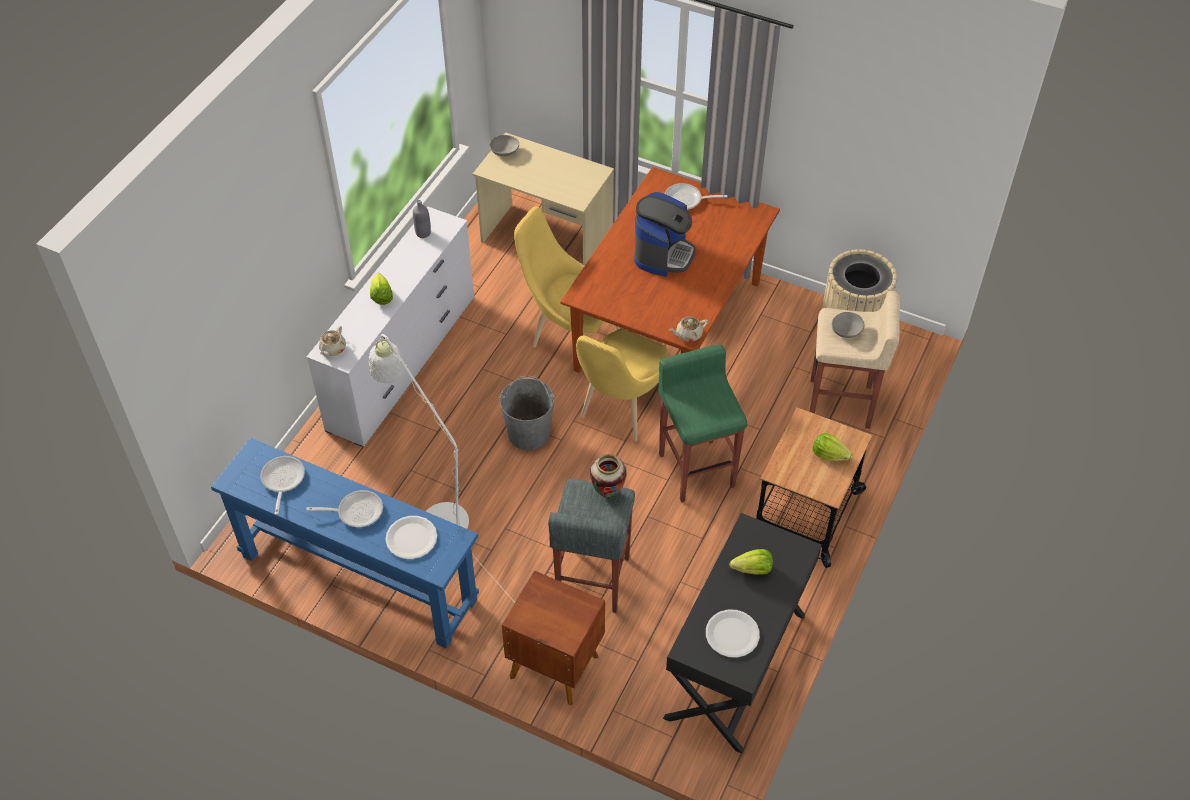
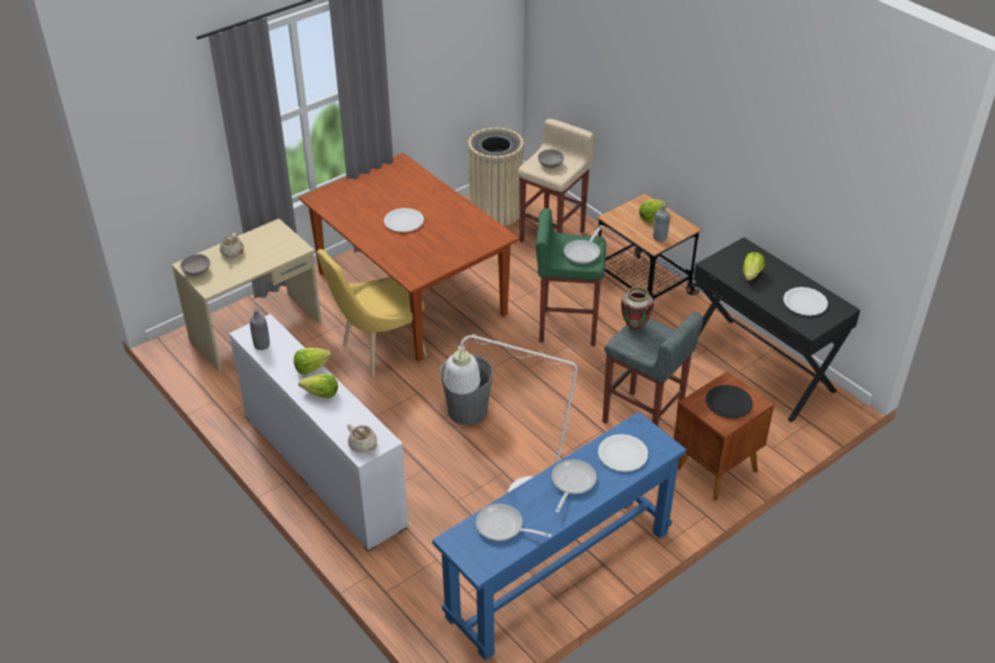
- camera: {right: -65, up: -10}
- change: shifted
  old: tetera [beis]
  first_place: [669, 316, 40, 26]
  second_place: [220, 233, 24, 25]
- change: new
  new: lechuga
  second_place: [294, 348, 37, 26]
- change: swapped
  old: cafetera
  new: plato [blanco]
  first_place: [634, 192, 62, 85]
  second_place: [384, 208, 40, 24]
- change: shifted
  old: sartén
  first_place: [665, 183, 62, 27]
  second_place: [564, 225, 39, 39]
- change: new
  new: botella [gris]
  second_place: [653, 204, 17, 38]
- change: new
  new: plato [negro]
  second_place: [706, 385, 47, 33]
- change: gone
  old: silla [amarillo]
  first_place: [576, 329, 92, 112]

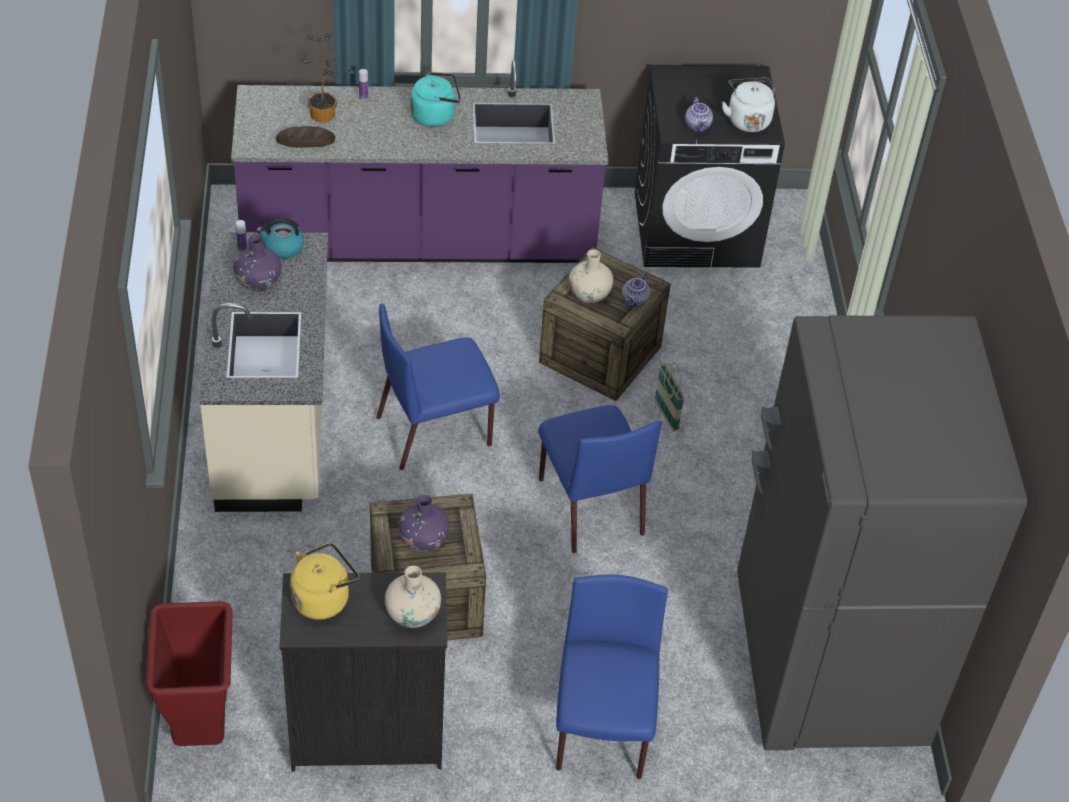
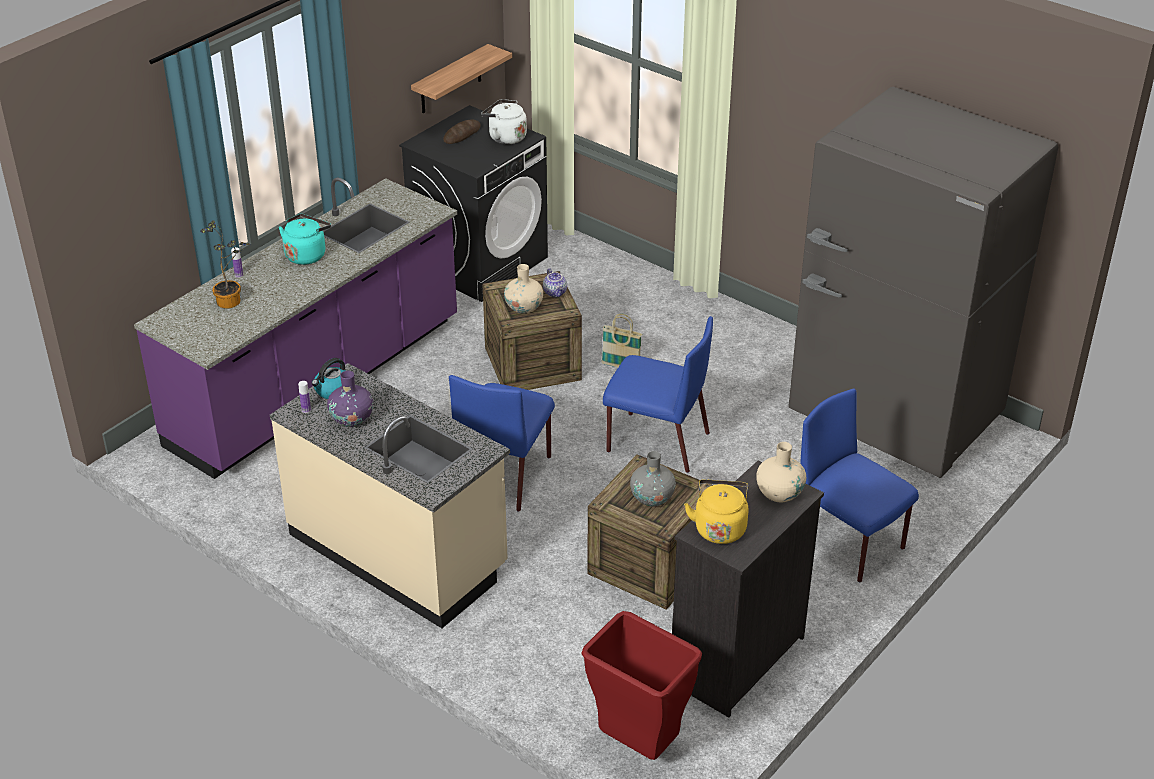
- camera: {right: -45, up: -10}
- change: new
  new: estante
  second_place: [411, 44, 101, 69]
- change: shifted
  old: pan
  first_place: [276, 126, 59, 21]
  second_place: [443, 120, 38, 24]
- change: repainted
  old: florero [morado]
  new: florero [gris]
  first_place: [399, 495, 50, 57]
  second_place: [630, 451, 46, 55]
- change: gone
  old: tetera
  first_place: [685, 97, 28, 35]

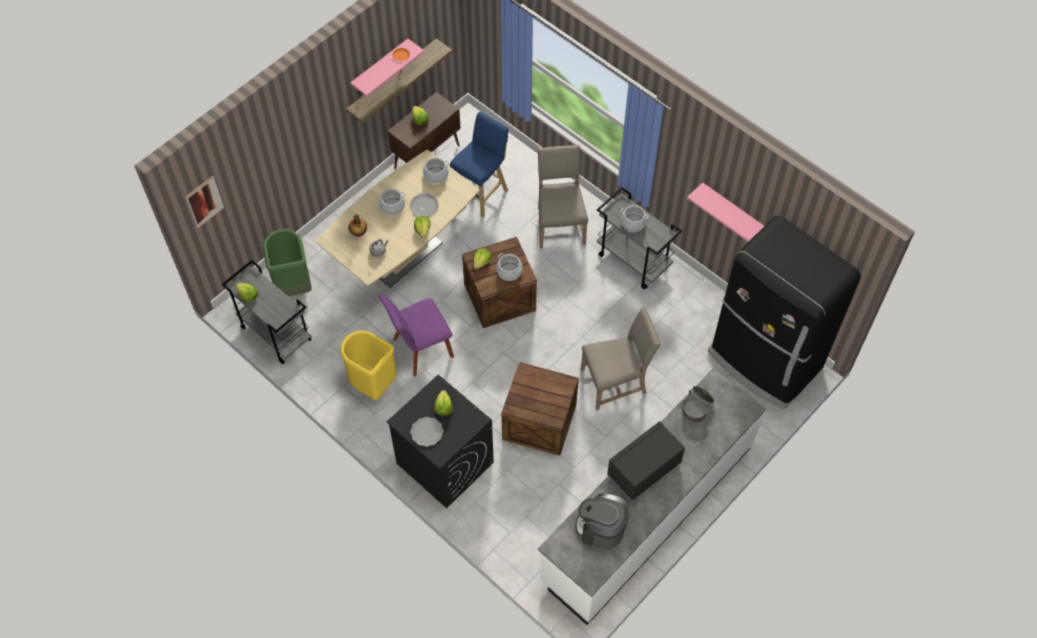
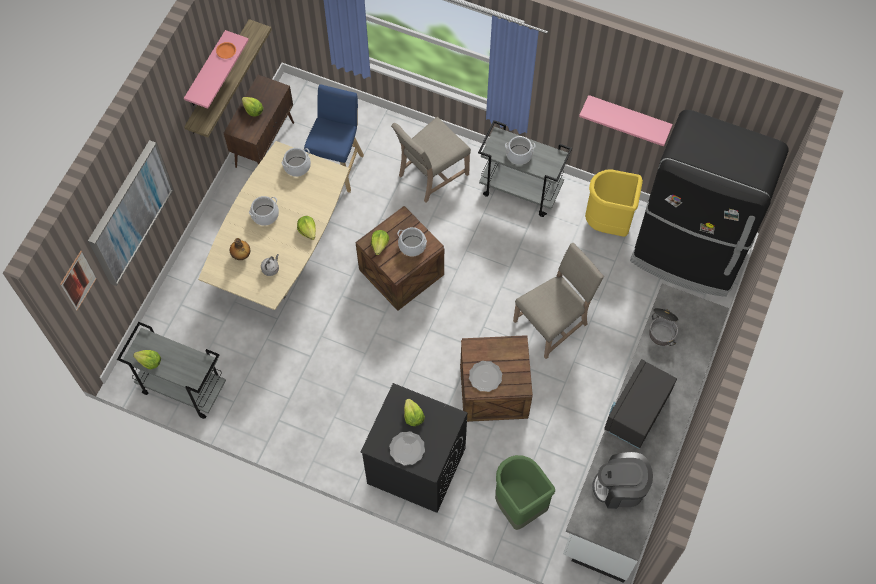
- camera: {right: -20, up: 5}
- change: new
  new: cuadro
  second_place: [88, 140, 85, 146]
- change: rotated
  old: silla [beis]
  first_place: [538, 145, 50, 104]
  second_place: [391, 117, 80, 86]
  degrees: -105
- change: shifted
  old: plato
  first_place: [410, 193, 29, 23]
  second_place: [469, 361, 33, 31]
- change: shifted
  old: papelera [verde]
  first_place: [263, 229, 49, 67]
  second_place: [495, 455, 60, 75]
- change: shifted
  old: papelera [amarillo]
  first_place: [340, 331, 57, 69]
  second_place: [585, 169, 58, 68]
- change: gone
  old: silla [morado]
  first_place: [379, 294, 75, 83]

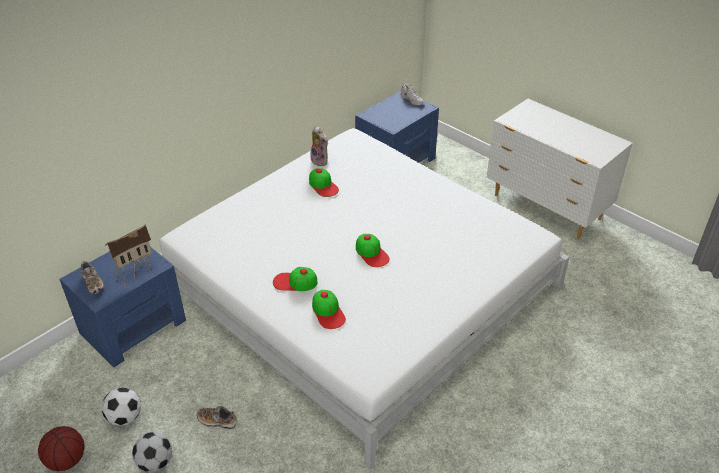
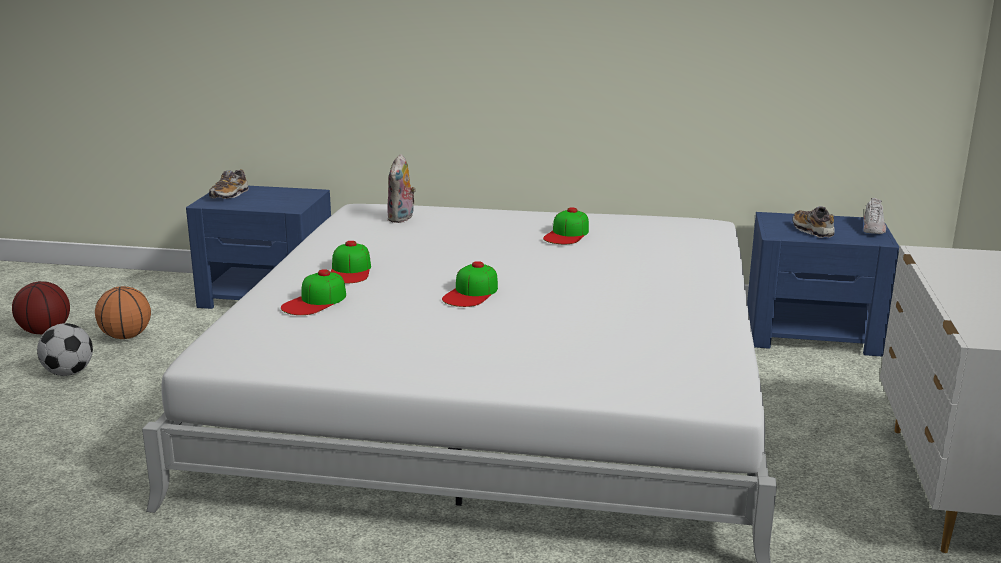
- camera: {right: 55, up: -20}
- change: swapped
  old: balón de fútbol
  new: balón de baloncesto
  first_place: [102, 387, 39, 39]
  second_place: [95, 286, 56, 53]
- change: rotated
  old: gorra
  first_place: [273, 267, 45, 24]
  second_place: [330, 241, 41, 43]
  degrees: -150
- change: shifted
  old: peluche
  first_place: [310, 126, 18, 40]
  second_place: [387, 154, 29, 69]
- change: shifted
  old: zapato
  first_place: [197, 406, 40, 24]
  second_place: [792, 206, 43, 32]
- change: gone
  old: casita
  first_place: [105, 224, 47, 63]

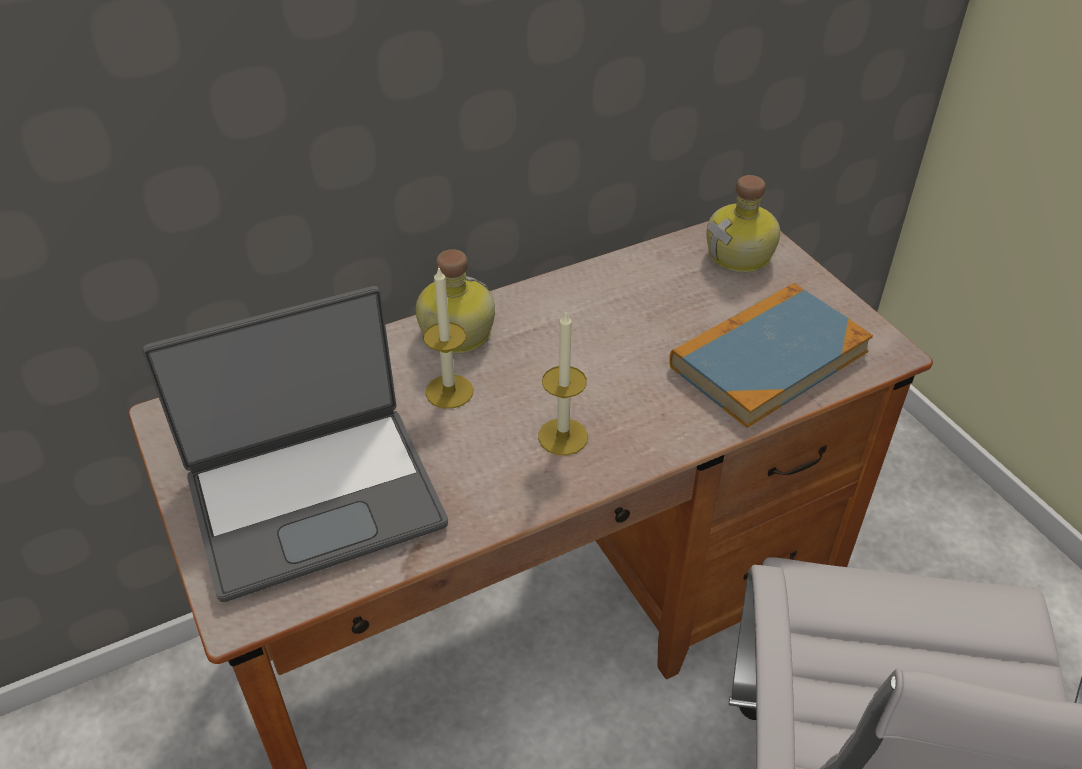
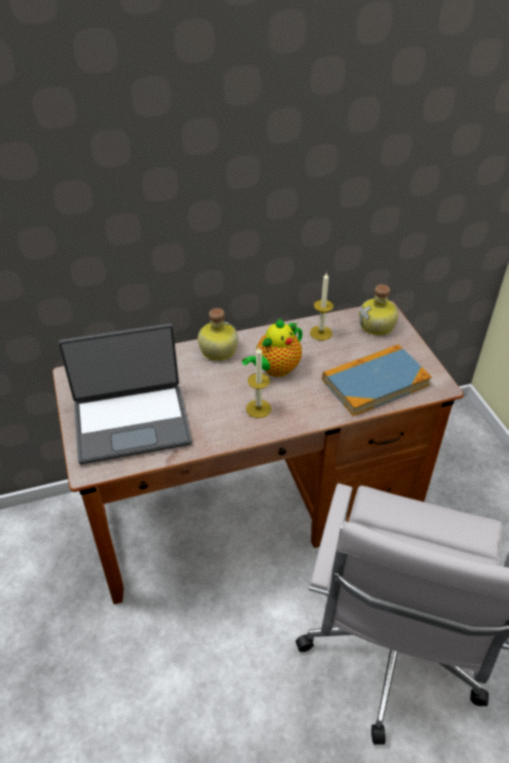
- camera: {right: 10, up: 0}
- change: new
  new: tetera
  second_place: [242, 319, 61, 58]
- change: shifted
  old: vela
  first_place: [423, 268, 51, 141]
  second_place: [310, 272, 24, 68]

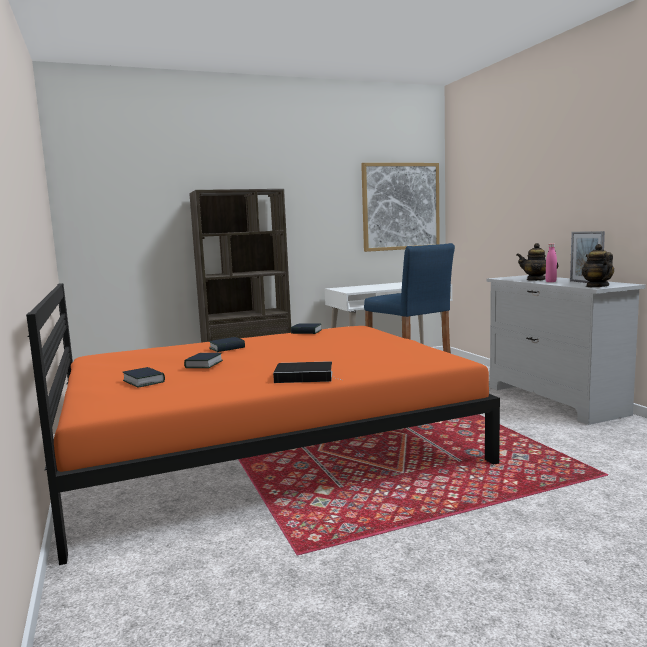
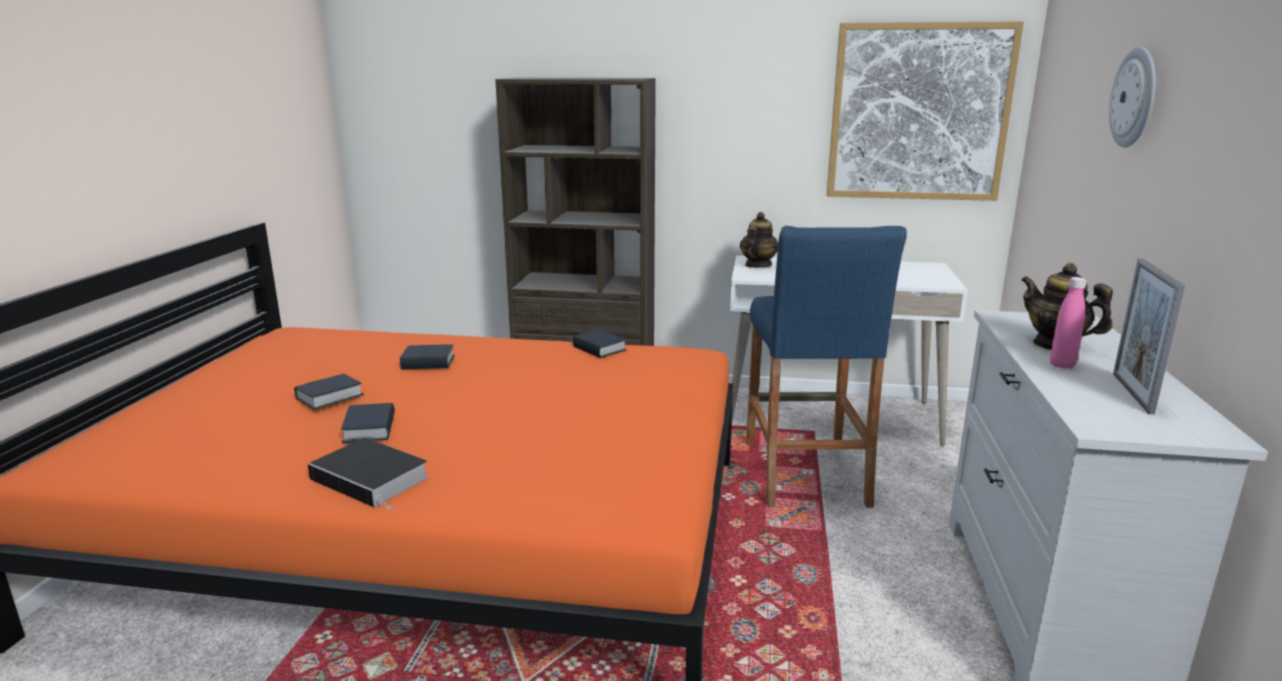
- camera: {right: 30, up: 10}
- change: shifted
  old: libro
  first_place: [123, 367, 42, 20]
  second_place: [341, 403, 54, 40]
- change: shifted
  old: tetera
  first_place: [582, 244, 32, 43]
  second_place: [740, 212, 38, 56]
- change: new
  new: reloj de pared
  second_place: [1109, 47, 46, 100]

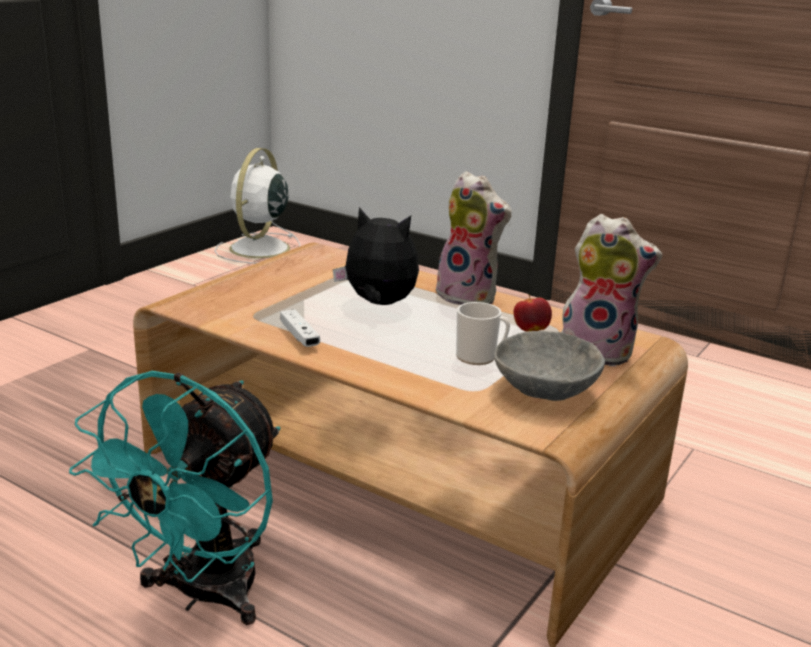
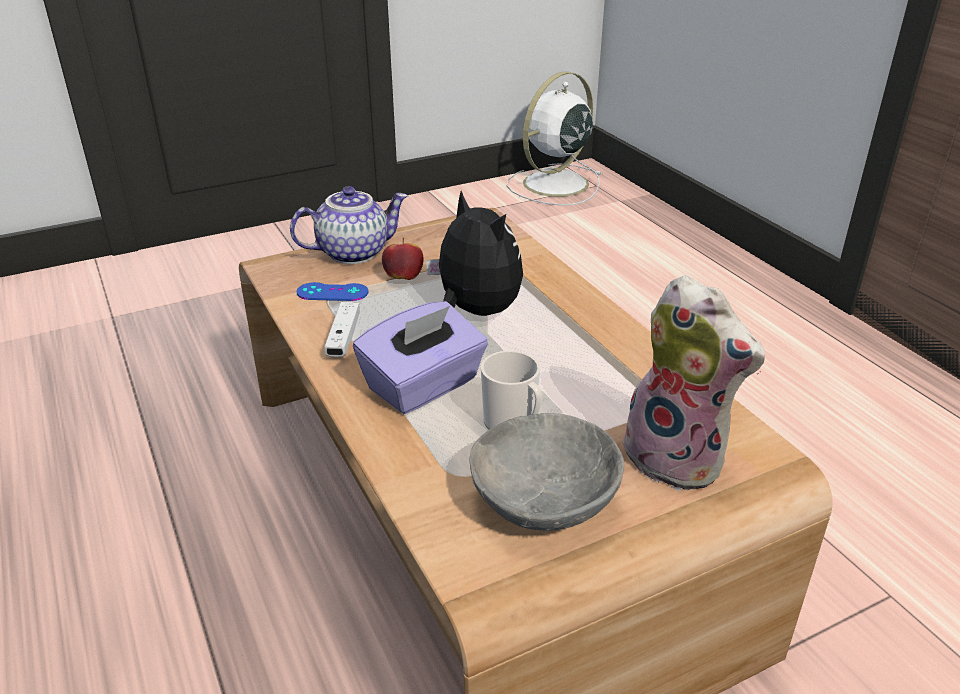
- camera: {right: 30, up: 10}
- change: new
  new: tetera
  second_place: [290, 186, 118, 78]
- change: new
  new: mando de consola [azul]
  second_place: [297, 282, 71, 19]
- change: new
  new: caja de pañuelos [morado]
  second_place: [353, 301, 135, 113]
- change: shifted
  old: manzana
  first_place: [513, 294, 39, 38]
  second_place: [382, 238, 42, 42]
- change: gone
  old: ventilador [turquesa]
  first_place: [69, 371, 211, 254]
- change: gone
  old: peluche
  first_place: [436, 171, 75, 134]

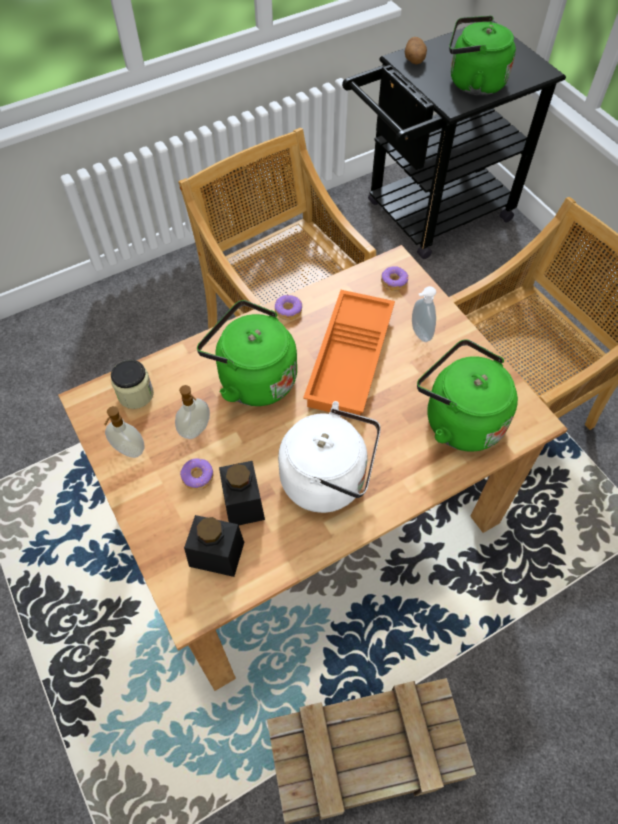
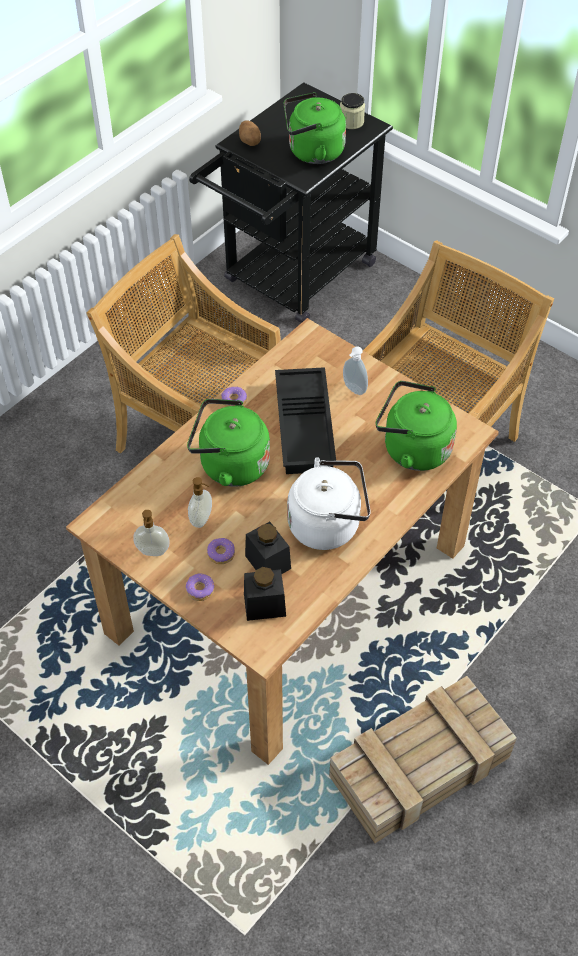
- camera: {right: -20, up: -5}
- change: shifted
  old: rosquilla
  first_place: [381, 266, 27, 25]
  second_place: [186, 573, 28, 28]
- change: repainted
  old: bandeja [naranja]
  new: bandeja [negro]
  first_place: [303, 290, 92, 126]
  second_place: [275, 367, 61, 107]
- change: shifted
  old: tarro
  first_place: [111, 360, 43, 49]
  second_place: [340, 93, 25, 36]

